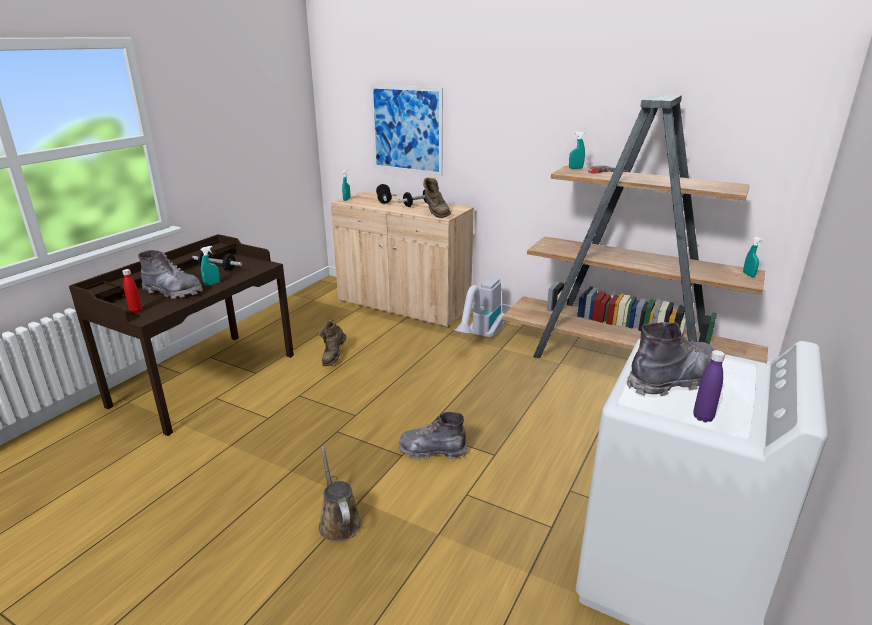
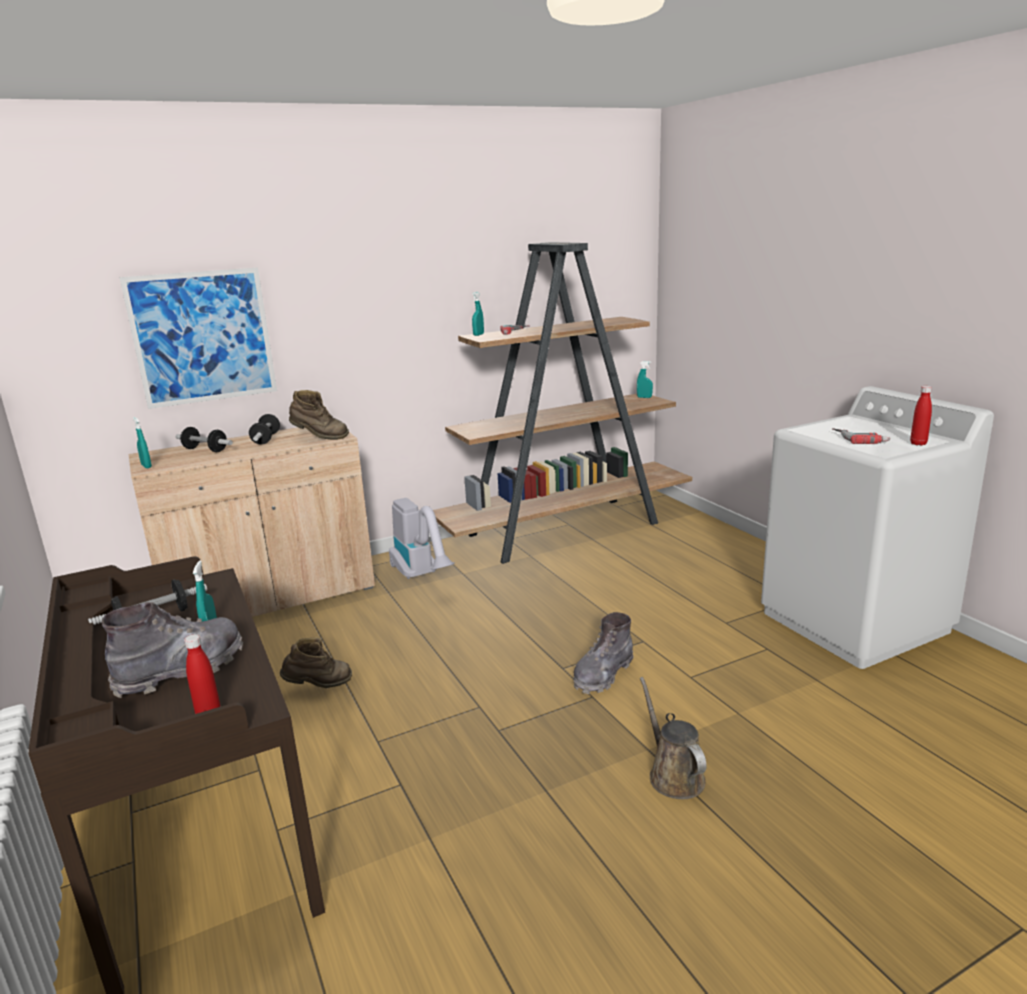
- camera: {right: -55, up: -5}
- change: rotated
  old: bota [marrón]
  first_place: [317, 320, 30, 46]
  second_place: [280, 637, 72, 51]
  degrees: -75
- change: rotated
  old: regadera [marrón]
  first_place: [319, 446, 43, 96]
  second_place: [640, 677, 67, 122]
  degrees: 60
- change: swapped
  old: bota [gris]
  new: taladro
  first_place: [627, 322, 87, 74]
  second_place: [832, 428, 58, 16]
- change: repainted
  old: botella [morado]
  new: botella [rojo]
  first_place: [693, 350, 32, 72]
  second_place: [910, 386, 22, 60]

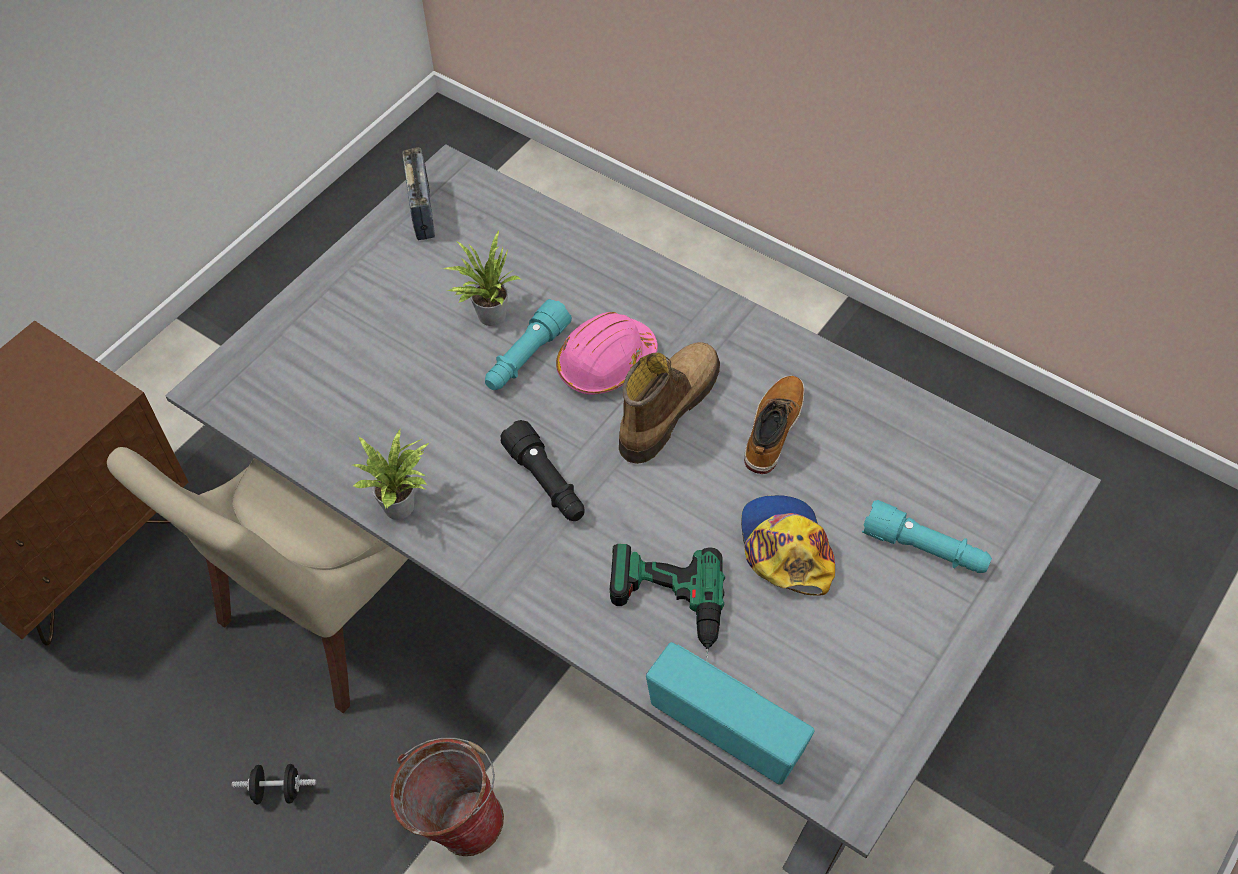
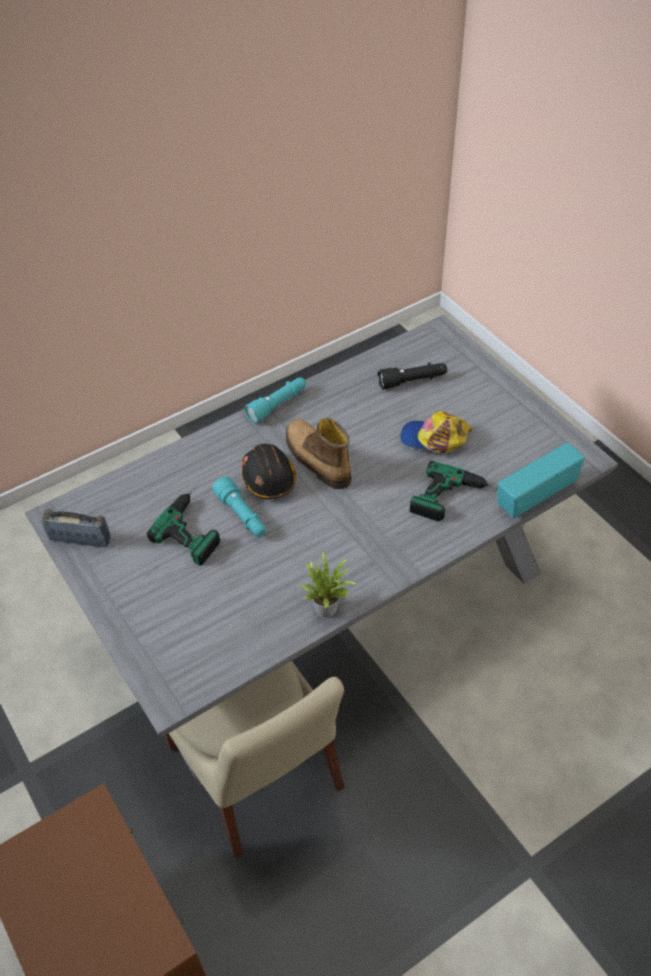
- camera: {right: -70, up: -5}
- change: swapped
  old: planta en maceta
  new: taladro
  first_place: [444, 229, 77, 97]
  second_place: [147, 486, 73, 80]
- change: repainted
  old: casco [rosa]
  new: casco [negro]
  first_place: [556, 312, 102, 83]
  second_place: [242, 444, 54, 55]
- change: shifted
  old: linterna [turquesa]
  first_place: [862, 500, 130, 73]
  second_place: [244, 378, 62, 45]
- change: shifted
  old: linterna [negro]
  first_place: [500, 420, 85, 101]
  second_place: [378, 362, 69, 27]
- change: gone
  old: mancuerna [negro]
  first_place: [232, 764, 84, 41]
- change: gone
  old: cubo
  first_place: [390, 738, 114, 118]
- change: gone
  old: bota
  first_place: [744, 376, 60, 98]

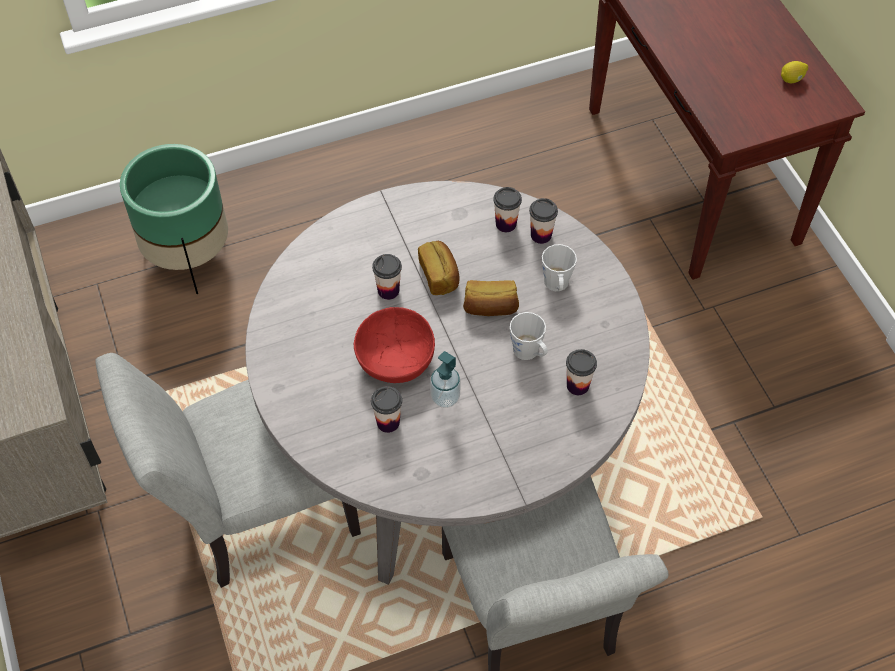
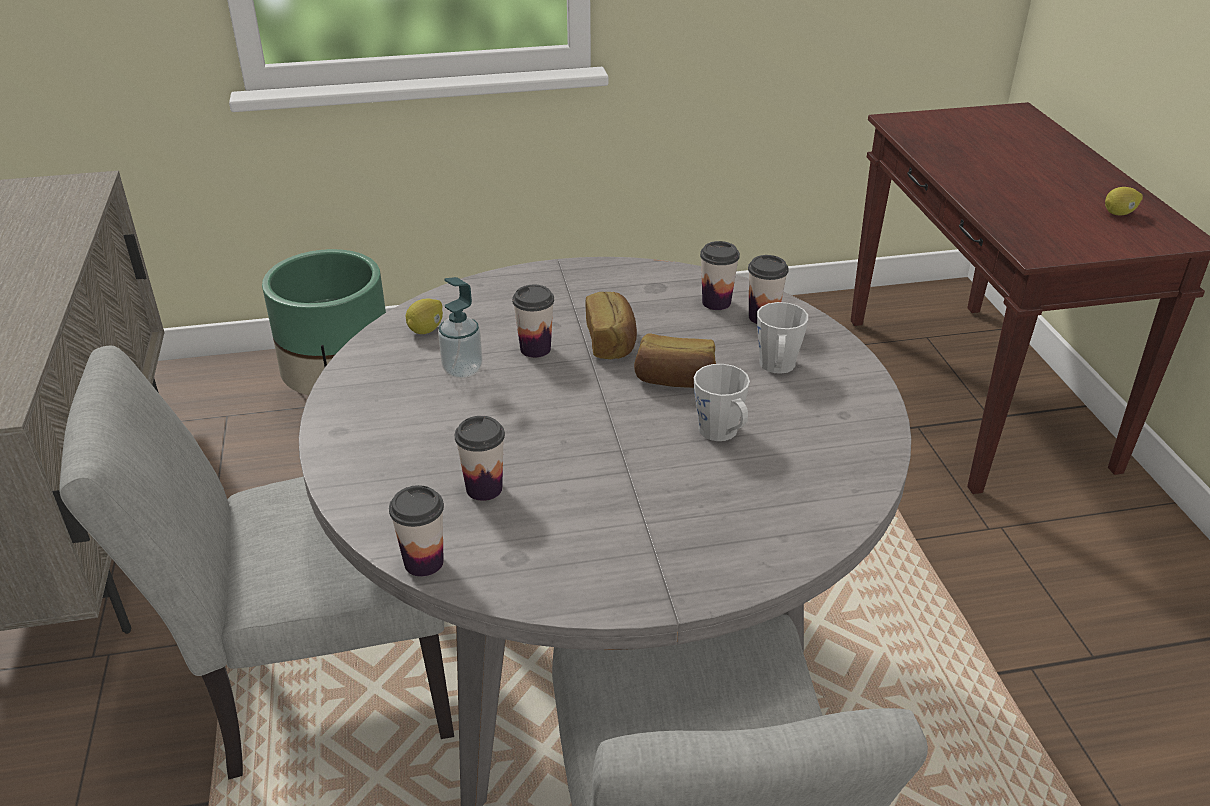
- camera: {right: 10, up: -20}
- change: shifted
  old: taza
  first_place: [566, 349, 31, 46]
  second_place: [389, 485, 55, 92]
- change: new
  new: limón
  second_place: [405, 298, 38, 36]
- change: shifted
  old: dispensador de jabón
  first_place: [430, 351, 31, 57]
  second_place: [438, 277, 45, 101]
- change: gone
  old: cuenco [rojo]
  first_place: [354, 307, 81, 76]

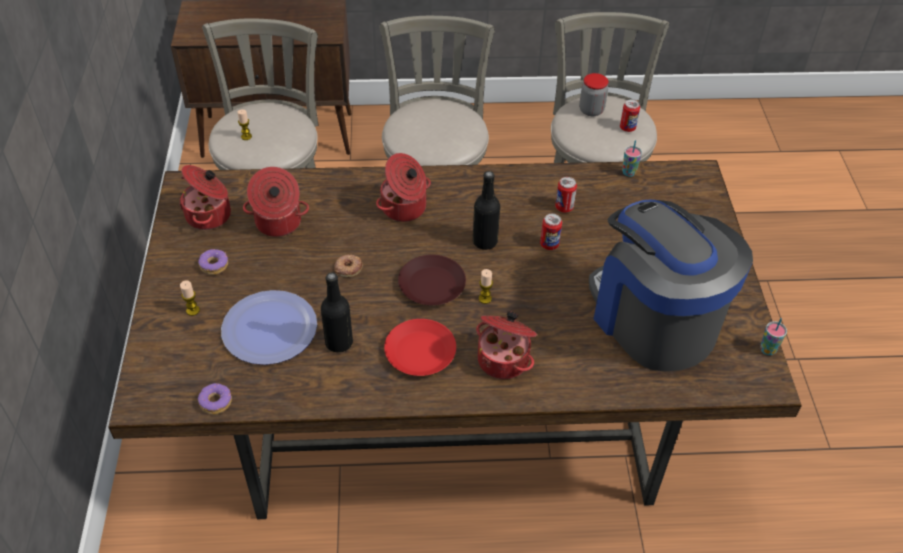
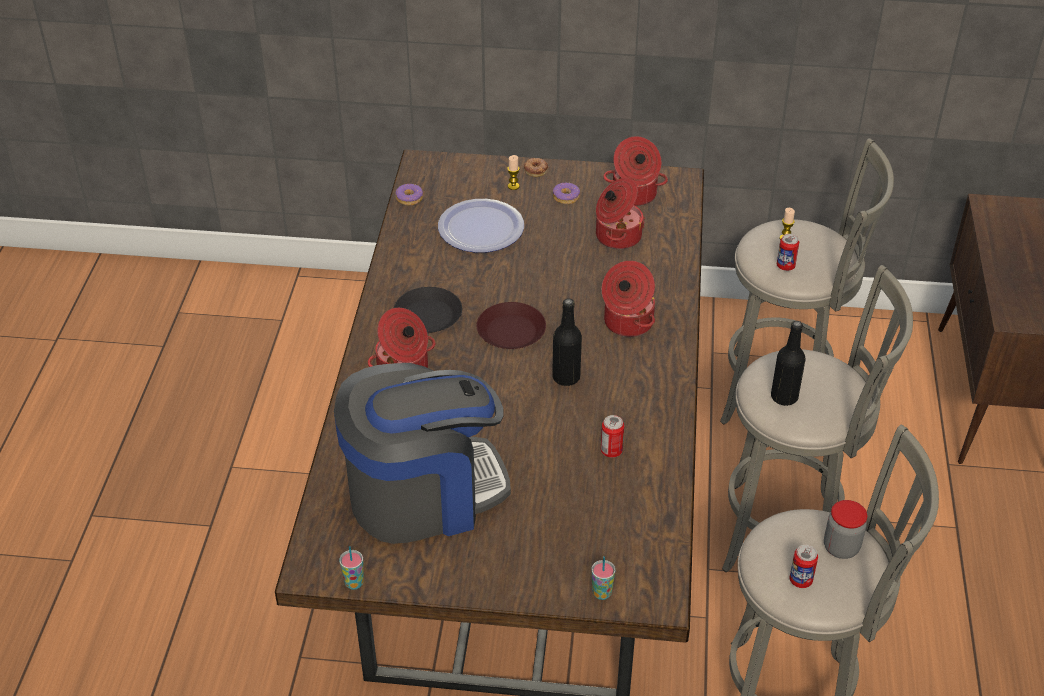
- camera: {right: 100, up: -5}
- change: repainted
  old: plato [rojo]
  new: plato [negro]
  first_place: [384, 319, 72, 57]
  second_place: [394, 287, 68, 46]
- change: shifted
  old: rosquilla
  first_place: [334, 254, 29, 23]
  second_place: [524, 158, 24, 19]
- change: shifted
  old: taza
  first_place: [622, 140, 20, 37]
  second_place: [591, 556, 24, 44]
- change: shifted
  old: botella [negro]
  first_place: [321, 273, 32, 80]
  second_place: [771, 321, 35, 85]
- change: shifted
  old: lata
  first_place: [540, 214, 22, 36]
  second_place: [777, 234, 22, 37]
- change: gone
  old: vela
  first_place: [479, 269, 14, 35]

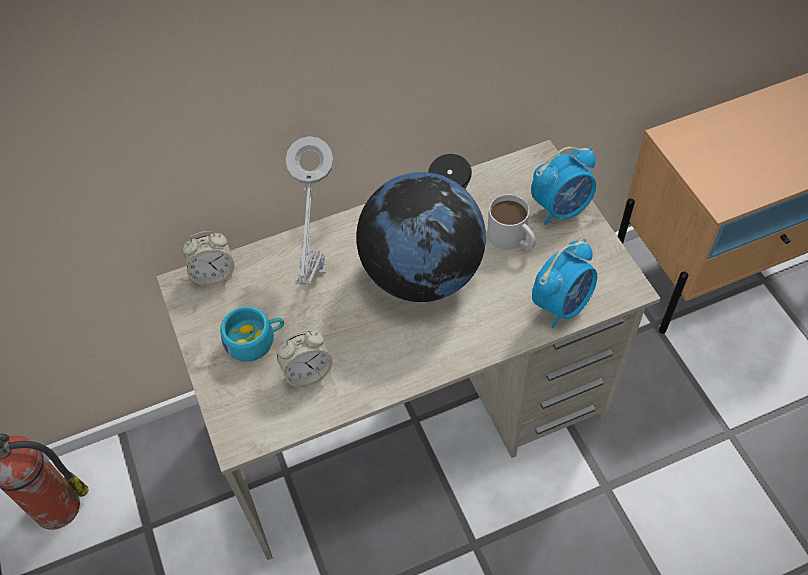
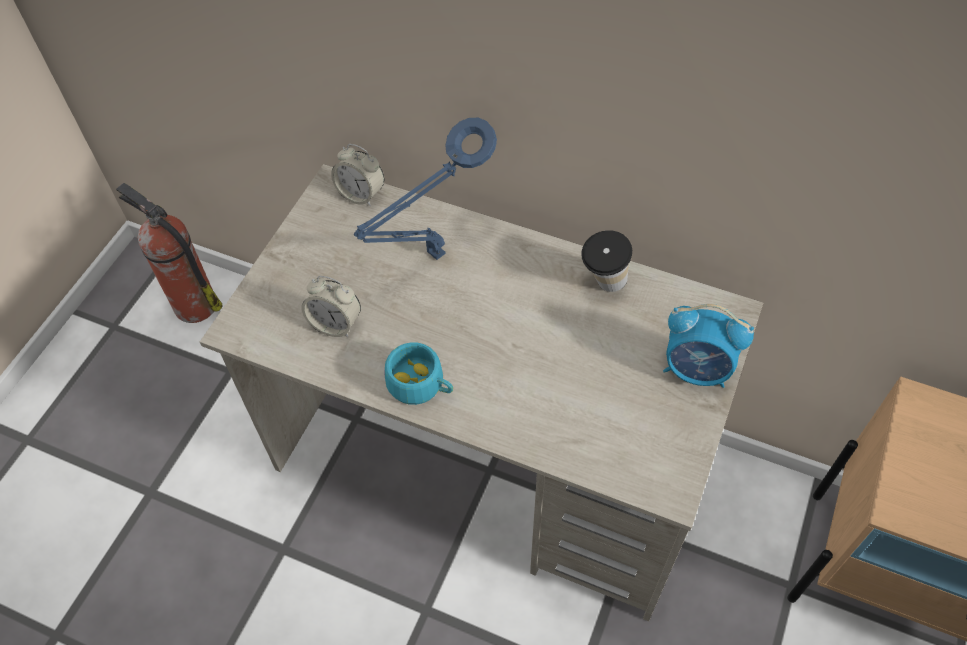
- camera: {right: 45, up: 0}
- change: repainted
  old: lámpara de mesa [gris]
  new: lámpara de mesa [azul]
  first_place: [285, 136, 49, 149]
  second_place: [354, 118, 143, 142]
- change: shifted
  old: taza [turquesa]
  first_place: [220, 307, 64, 55]
  second_place: [385, 342, 68, 63]
- change: gone
  old: globo terráqueo
  first_place: [356, 172, 130, 130]
- change: gone
  old: taza grande [blanco]
  first_place: [487, 194, 49, 56]
- change: gone
  old: despertador
  first_place: [532, 239, 65, 89]

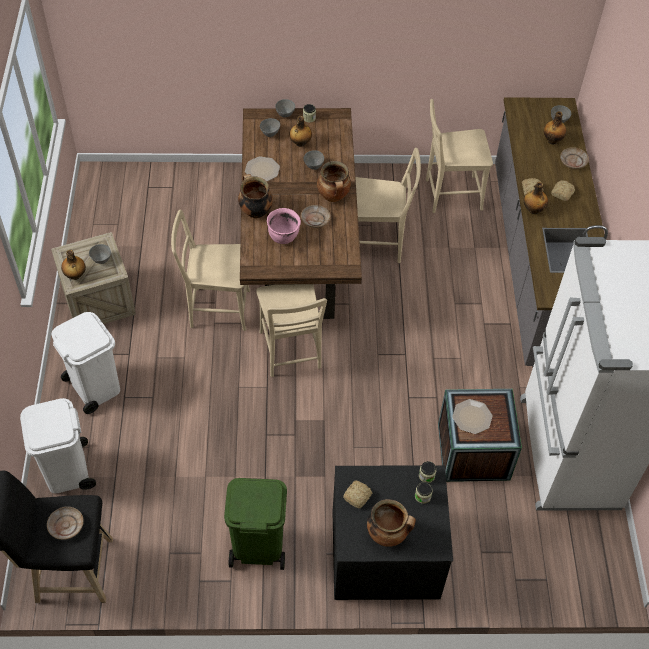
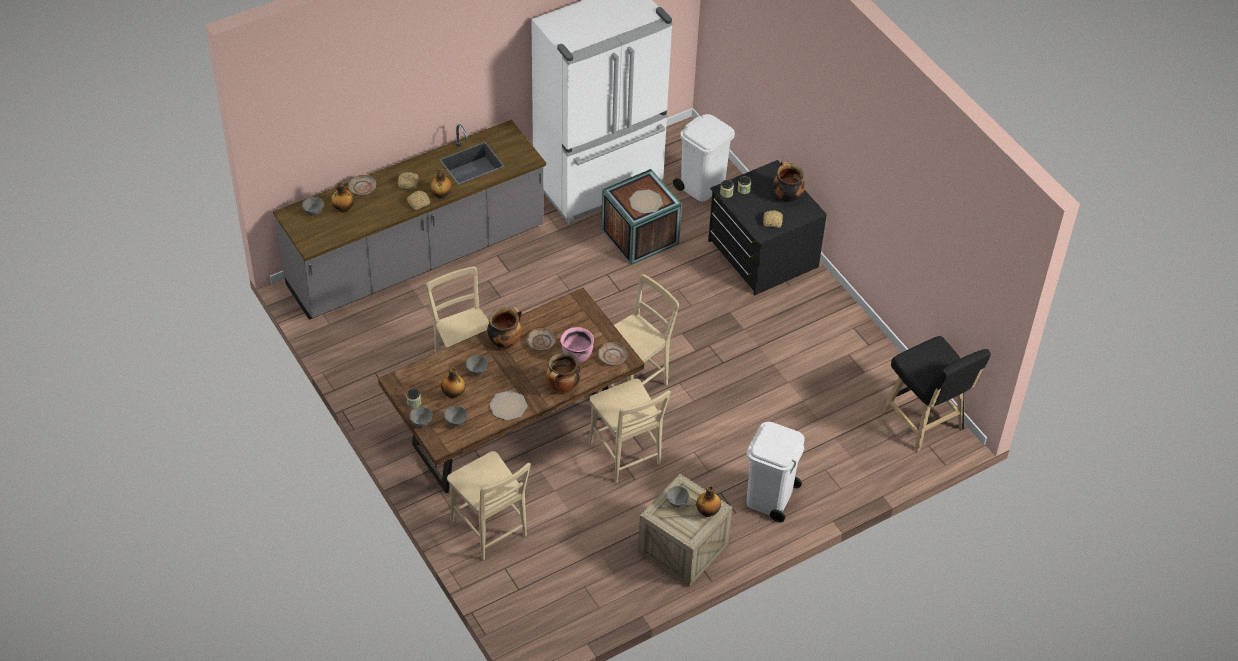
- camera: {right: -120, up: -5}
- change: shifted
  old: silla [beis]
  first_place: [426, 99, 67, 114]
  second_place: [447, 451, 84, 109]
- change: shifted
  old: plato [beis]
  first_place: [47, 507, 37, 33]
  second_place: [598, 342, 30, 24]
- change: shifted
  old: papelera [blanco]
  first_place: [20, 398, 76, 95]
  second_place: [673, 114, 62, 88]
- change: gone
  old: papelera [verde]
  first_place: [224, 478, 63, 92]

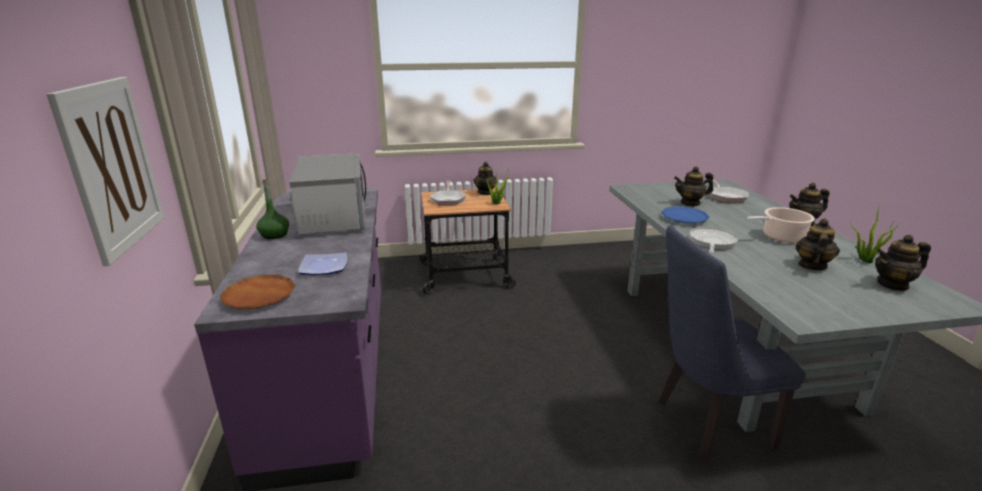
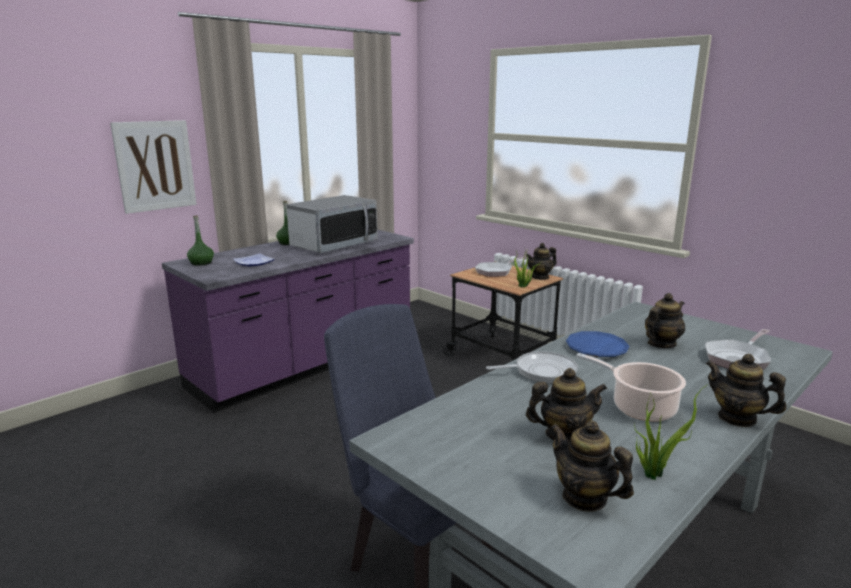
- camera: {right: 55, up: -5}
- change: swapped
  old: plato [marrón]
  new: botella [verde]
  first_place: [220, 275, 75, 34]
  second_place: [187, 215, 27, 50]
- change: rotated
  old: tetera
  first_place: [674, 166, 39, 40]
  second_place: [645, 293, 40, 55]
  degrees: 90

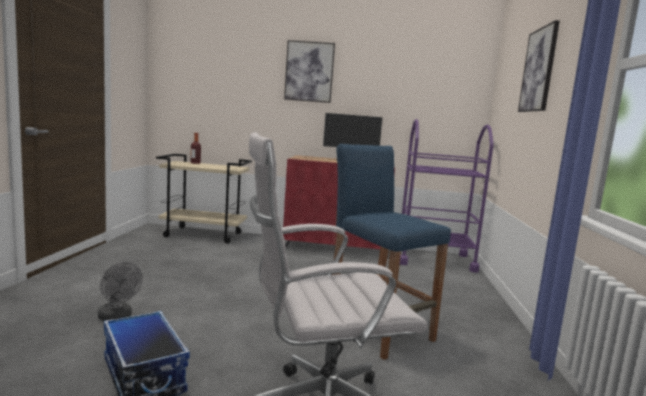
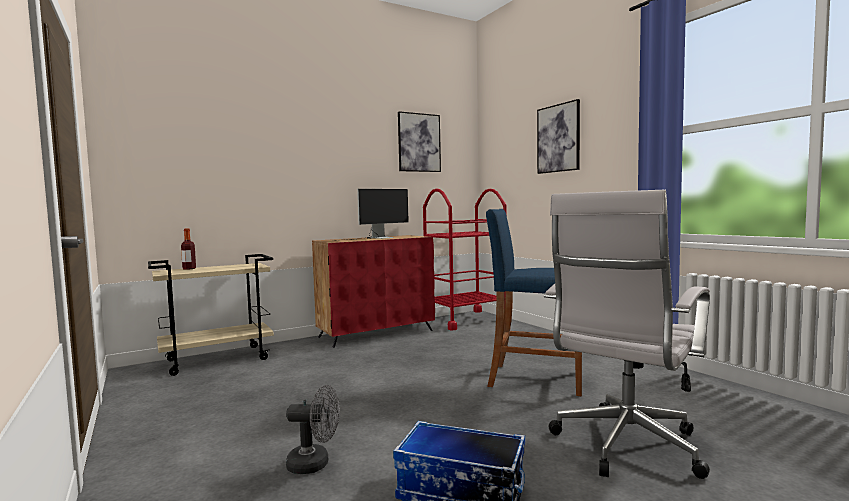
- camera: {right: -35, up: -5}
- change: shifted
  old: cuadro
  first_place: [284, 40, 51, 63]
  second_place: [398, 111, 43, 61]
- change: repainted
  old: carrito [morado]
  new: carrito [rojo]
  first_place: [400, 119, 94, 154]
  second_place: [423, 188, 84, 143]

